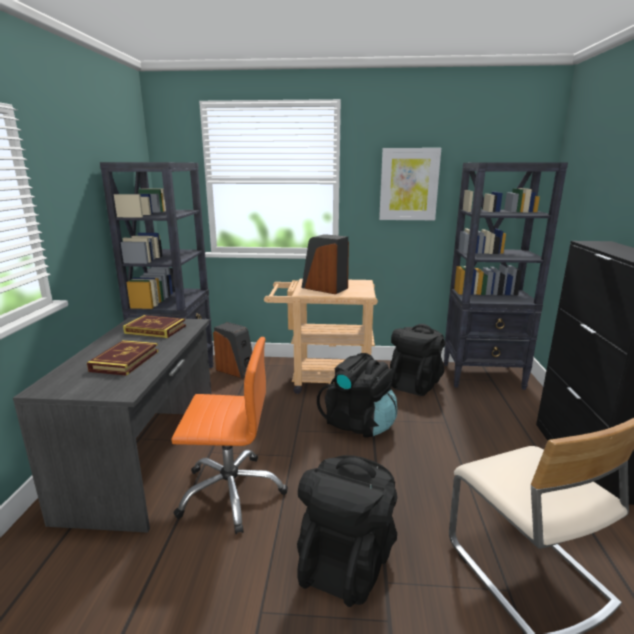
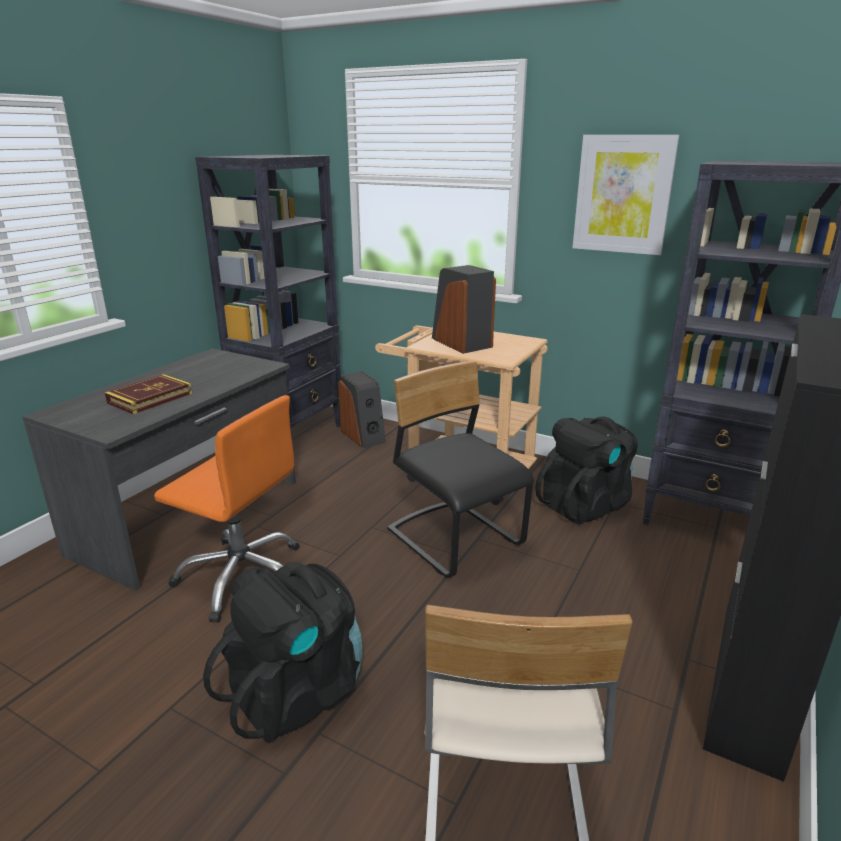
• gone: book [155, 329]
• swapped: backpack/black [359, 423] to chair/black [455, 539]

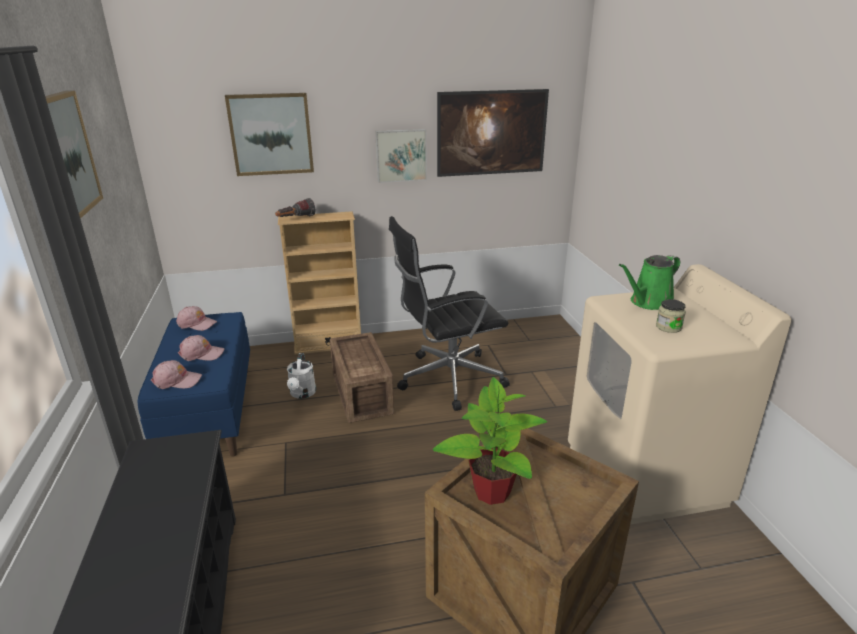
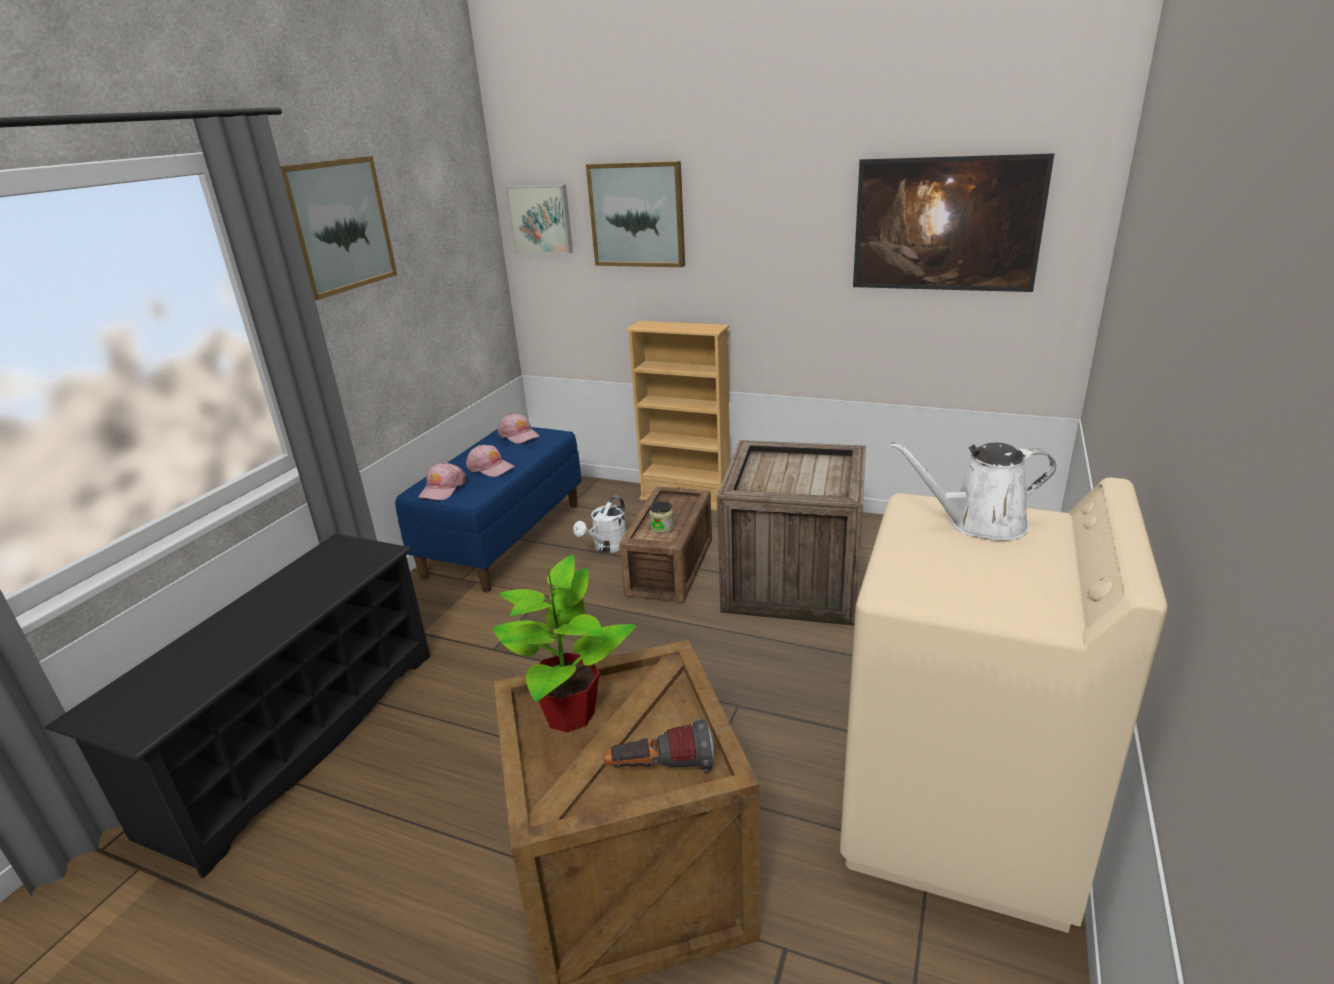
• shifted: picture [401, 155] to [541, 219]
• shifted: flashlight [295, 219] to [660, 769]
• swapped: office chair/black [447, 379] to crate [791, 580]
• repainted: watering can/green [648, 303] to watering can/white [979, 524]
• shifted: jar [668, 327] to [662, 527]
• rotated: cap/pink [176, 380] = [442, 489] 75 degrees clockwise

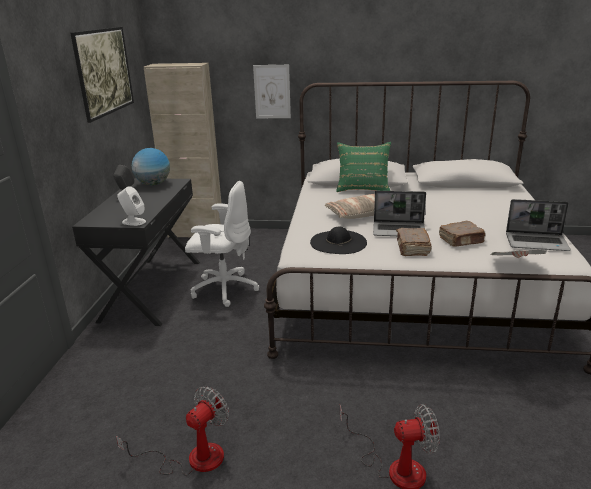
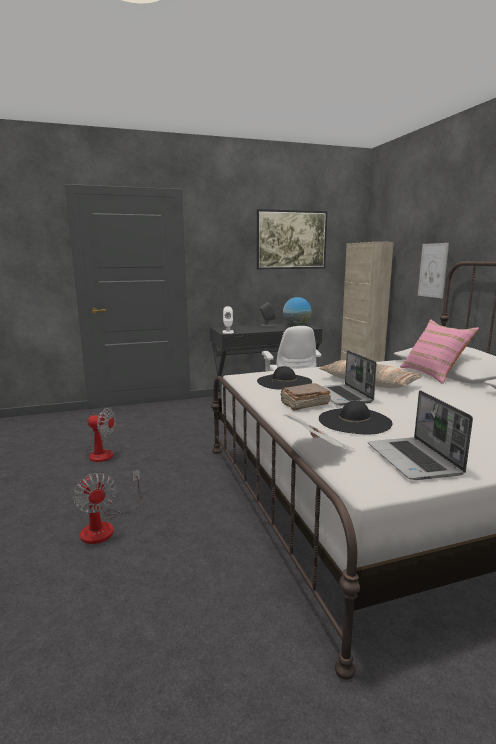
• repainted: pillow/green [363, 188] to pillow/pink [433, 374]
• swapped: book/brown [461, 241] to hat/black [354, 421]

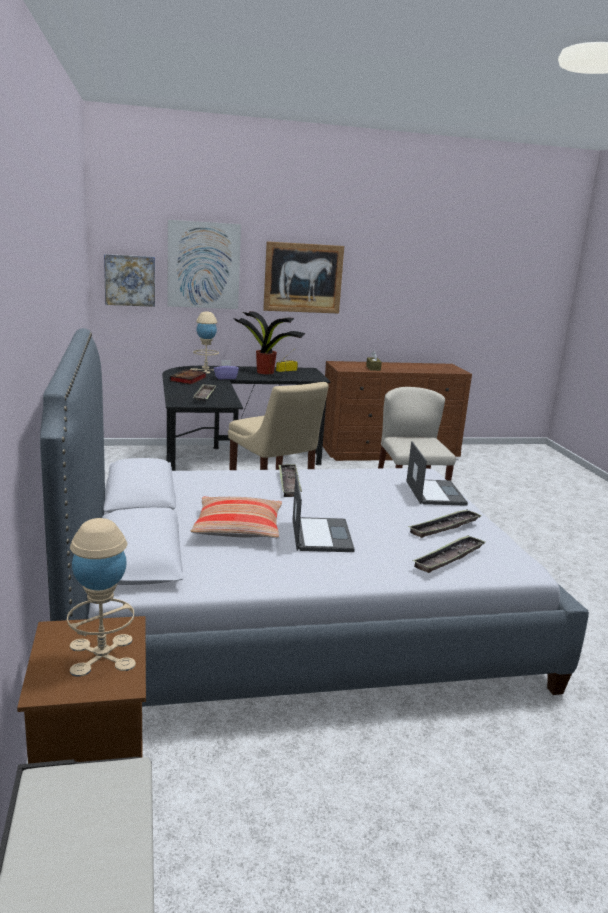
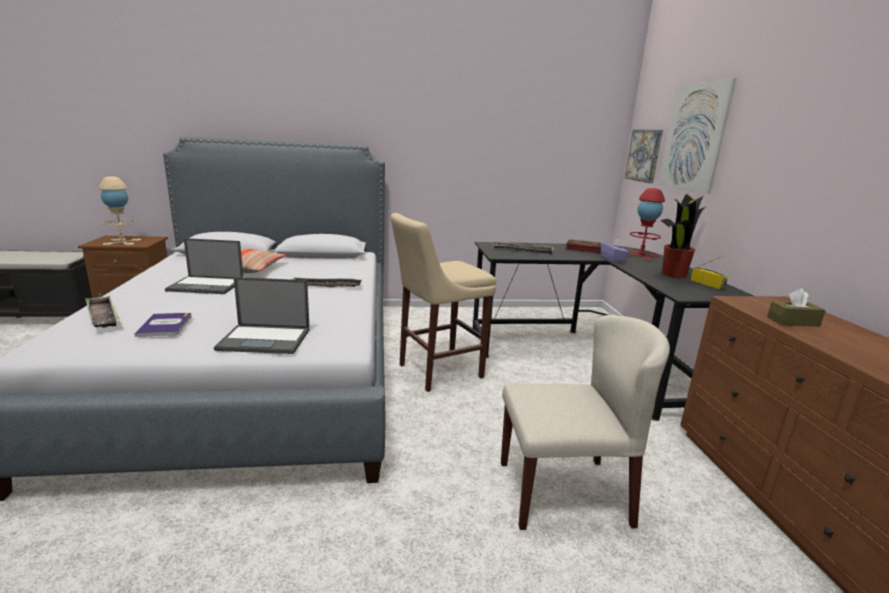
• gone: picture [303, 278]
• repainted: table lamp/beige [205, 370] to table lamp/red [641, 255]
• swapped: tray [444, 527] to book [165, 325]

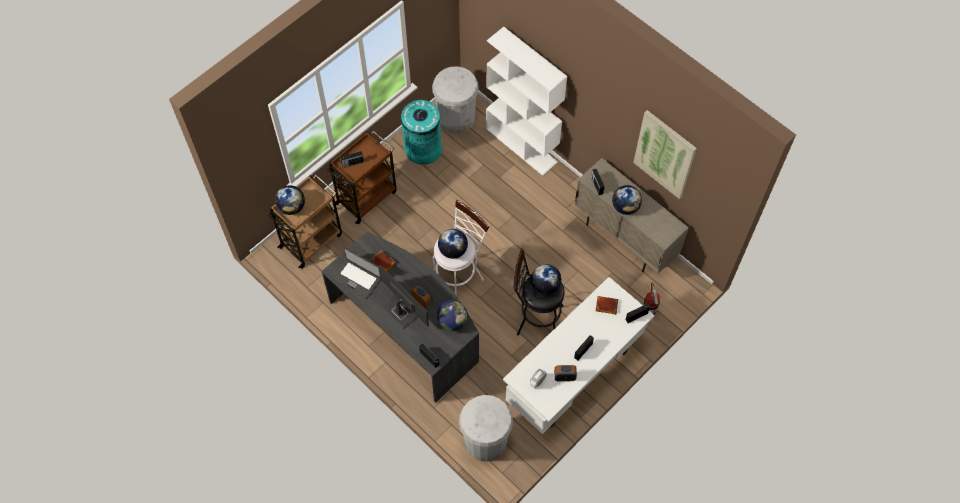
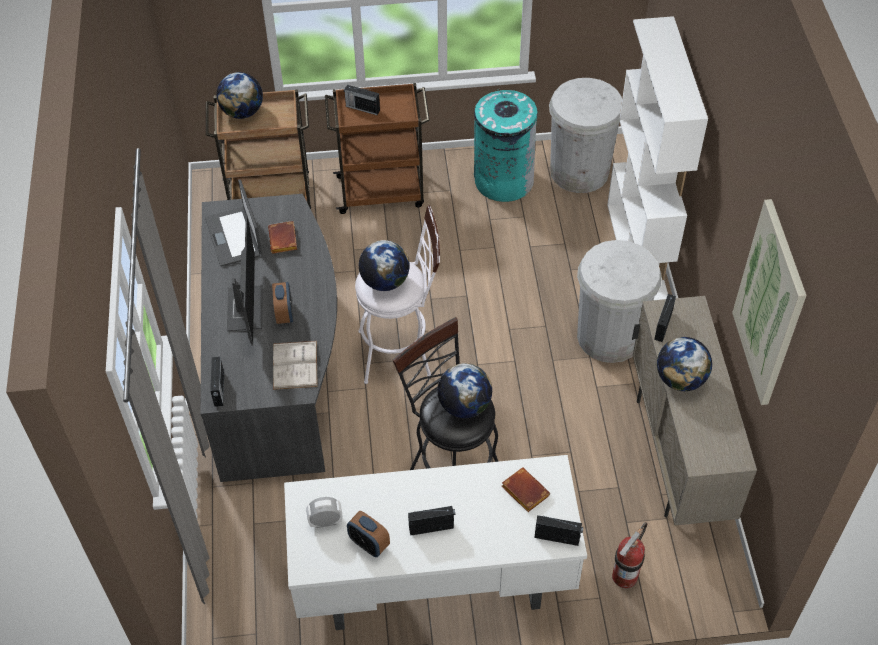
• swapped: globe [452, 321] to book/white [295, 365]
• shifted: trash can/white [485, 441] to [609, 336]

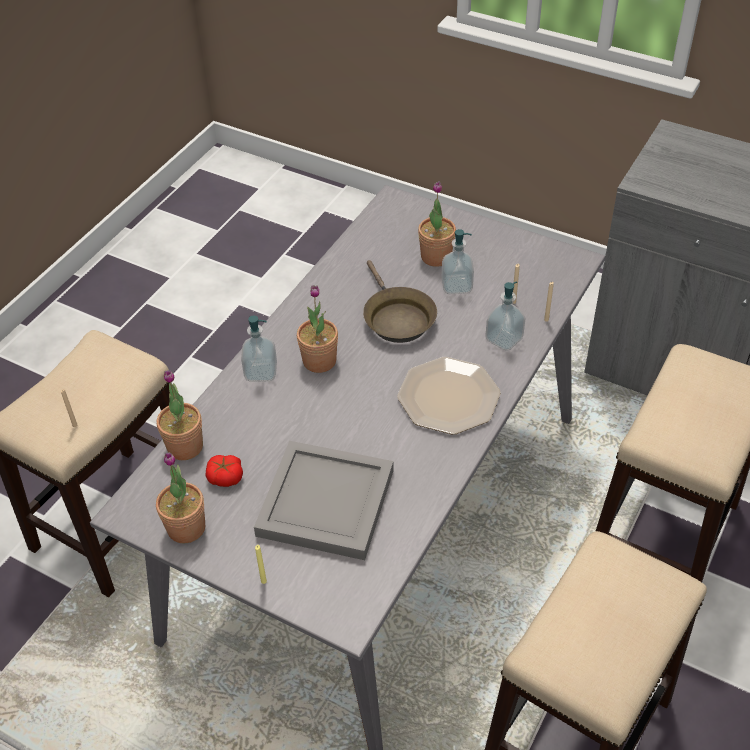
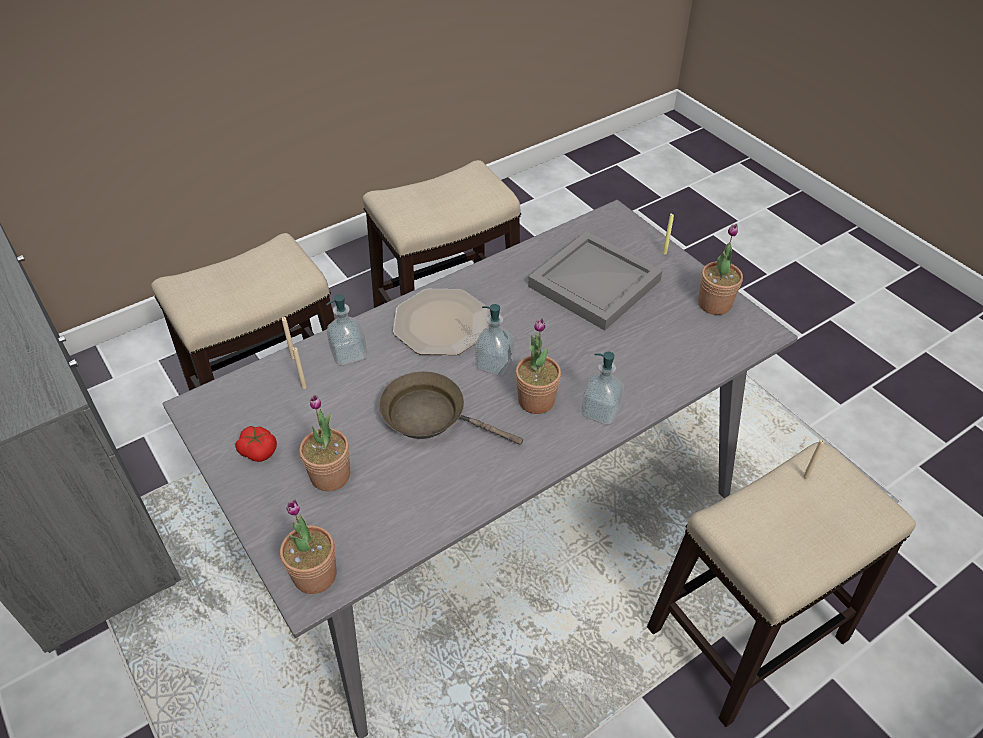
• shifted: soap dispenser [456, 286] to [494, 364]
• rotated: frying pan/brown [396, 318] = [430, 416] 75 degrees counterclockwise
• shifted: potted plant [185, 447] to [315, 575]
• shifted: tomato [225, 477] to [258, 450]

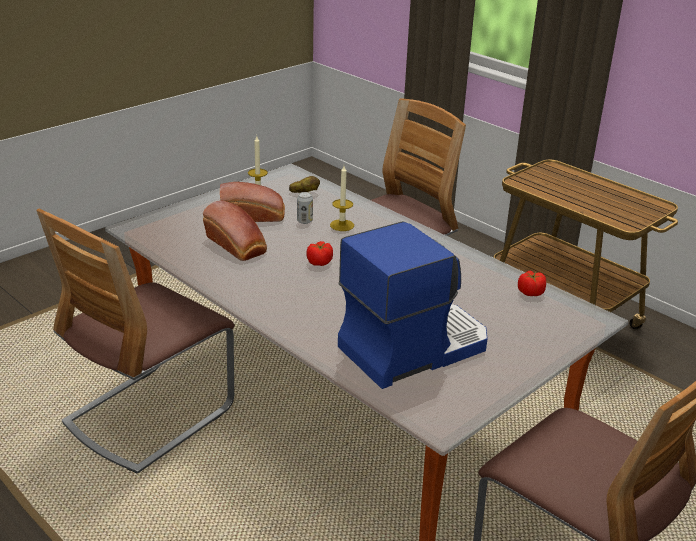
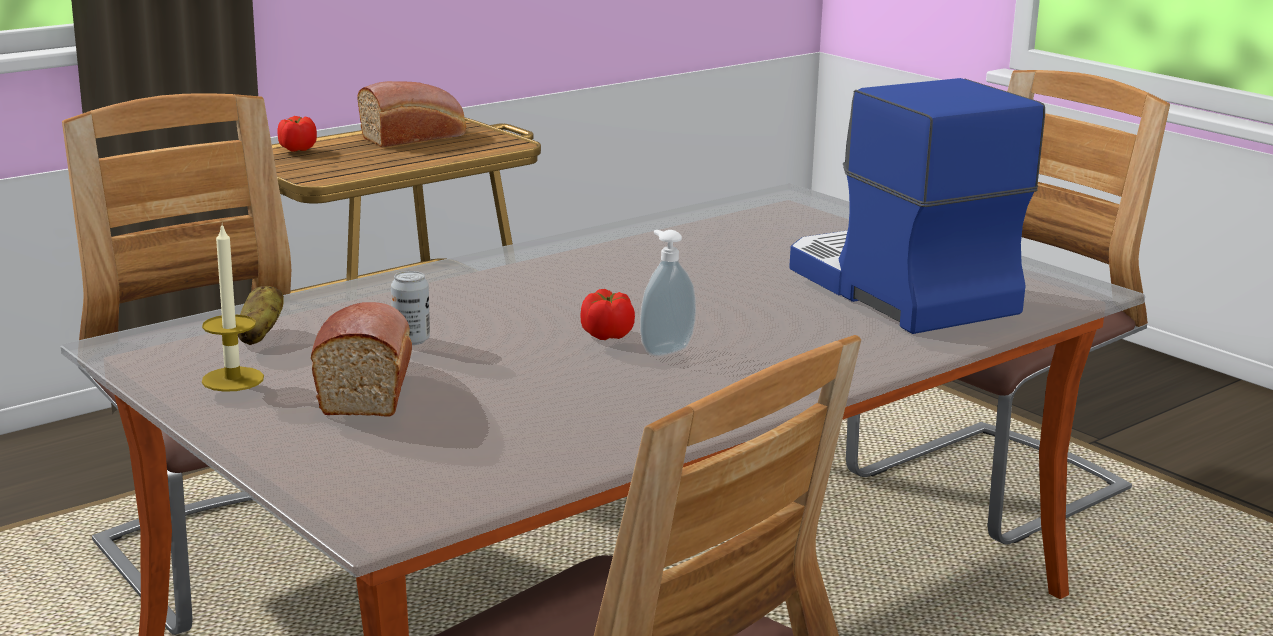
• gone: candle [342, 225]
• shifted: bread [237, 246] to [415, 137]
• shifted: tomato [530, 292] to [297, 149]
• new: soap dispenser [664, 350]

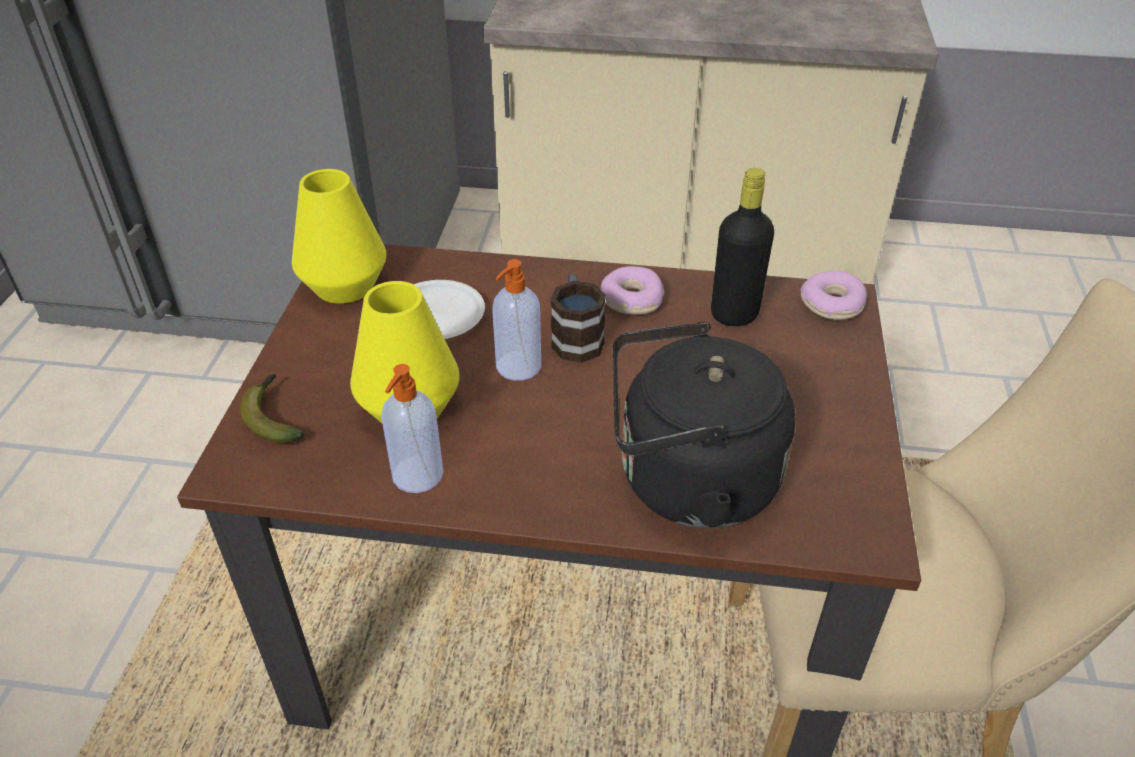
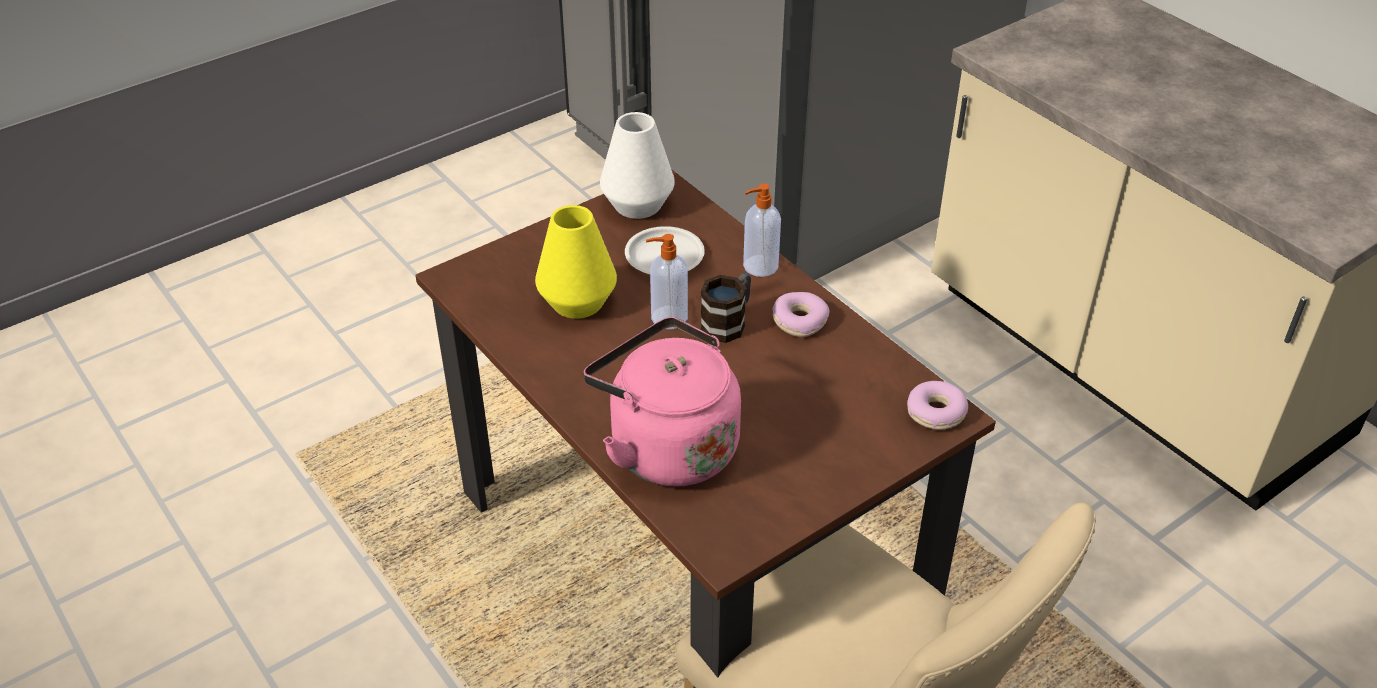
• gone: bottle/black [734, 314]
• repainted: vase/yellow [345, 286] to vase/white [638, 205]
• repainted: kettle/black [687, 482] to kettle/pink [667, 446]
• shifted: soap dispenser [416, 476] to [759, 266]
• gone: banana [273, 416]

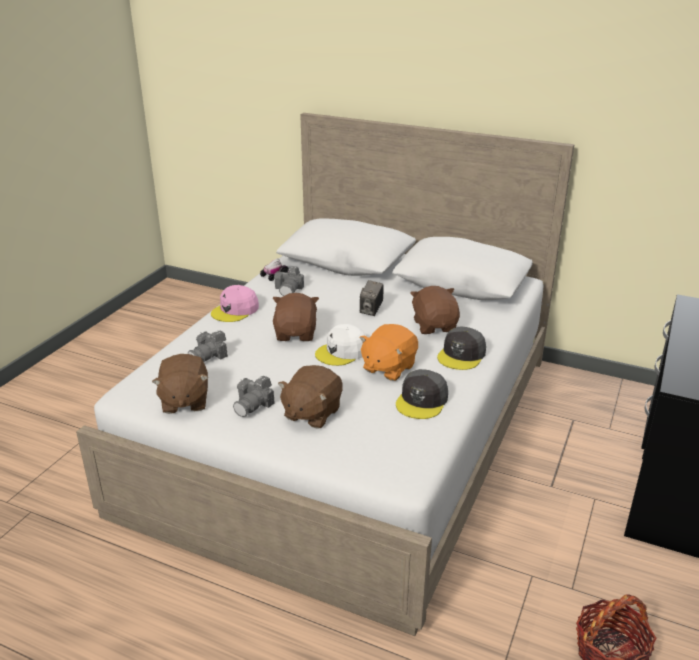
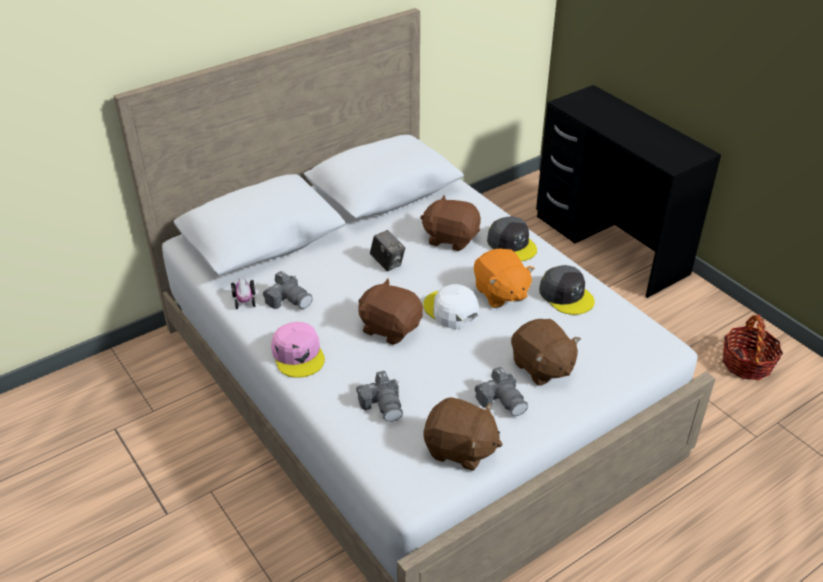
• rotated: cap/white [342, 352] = [451, 310] 150 degrees clockwise

